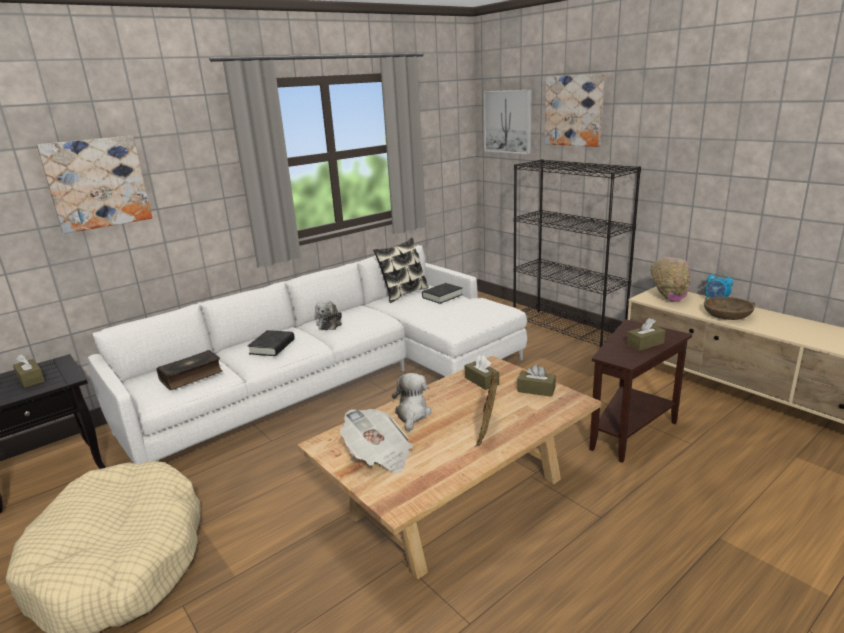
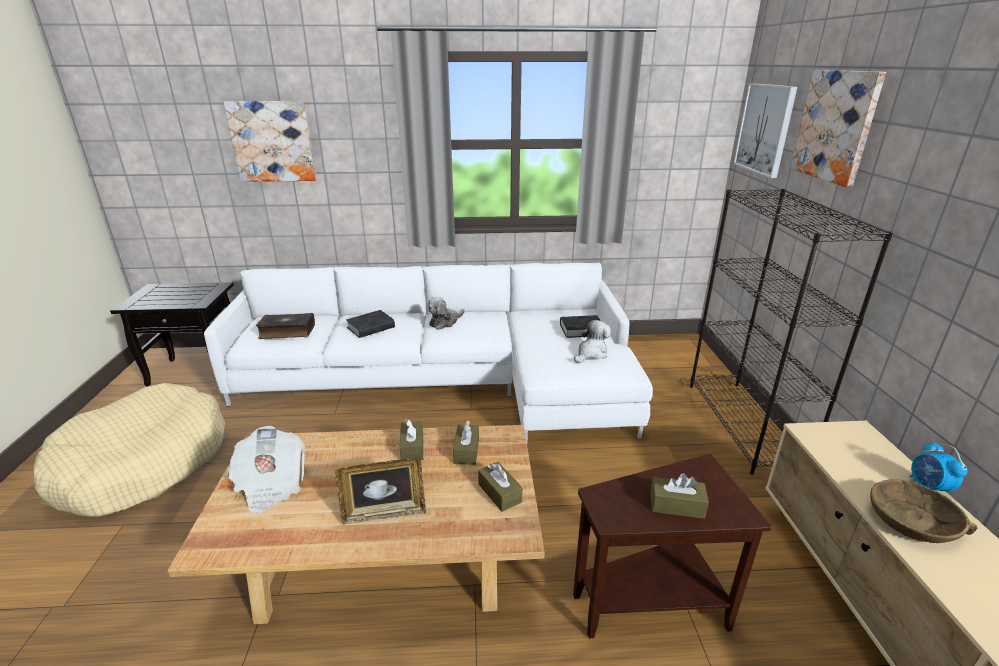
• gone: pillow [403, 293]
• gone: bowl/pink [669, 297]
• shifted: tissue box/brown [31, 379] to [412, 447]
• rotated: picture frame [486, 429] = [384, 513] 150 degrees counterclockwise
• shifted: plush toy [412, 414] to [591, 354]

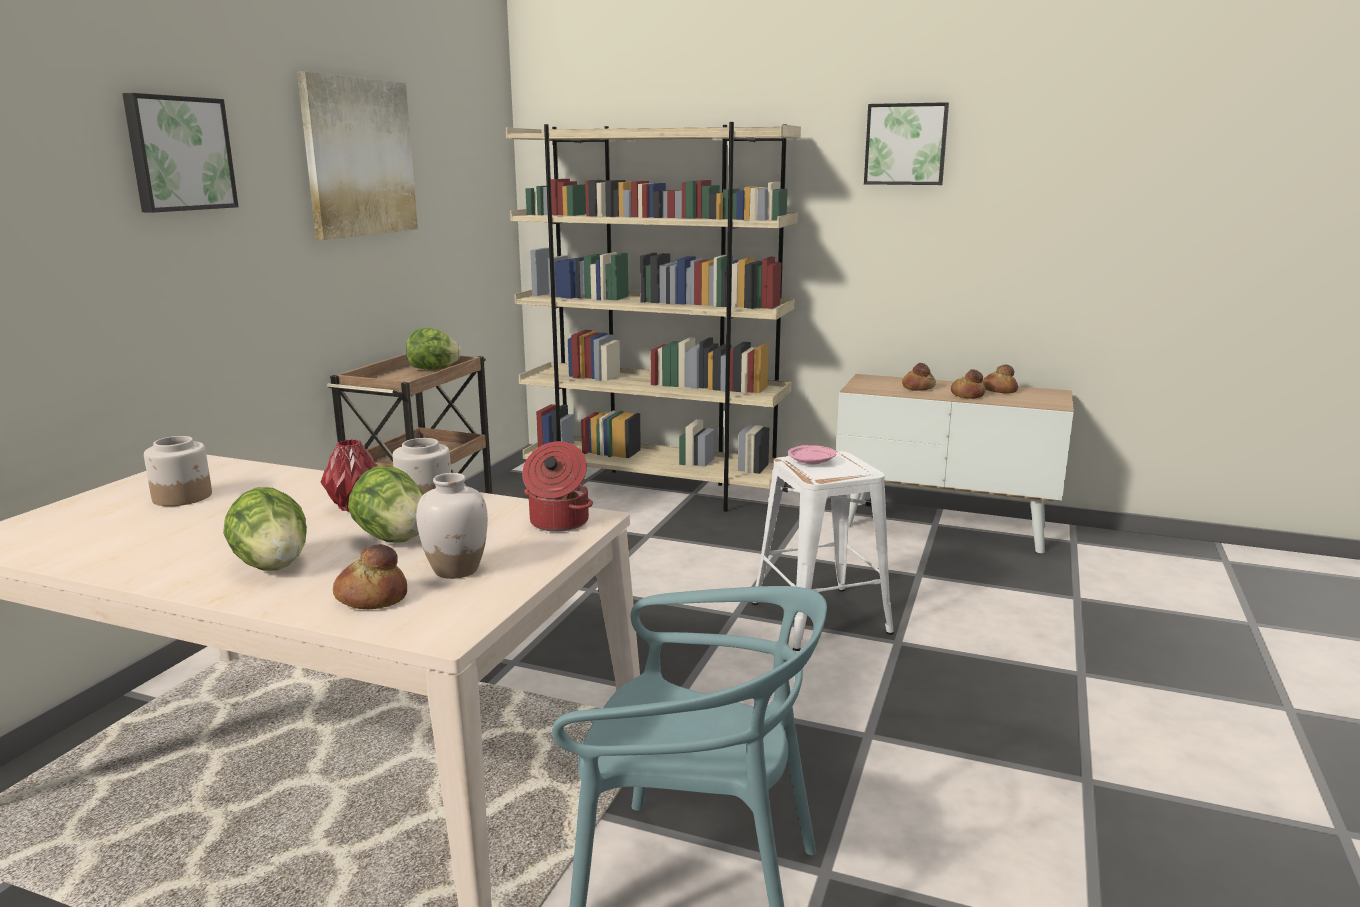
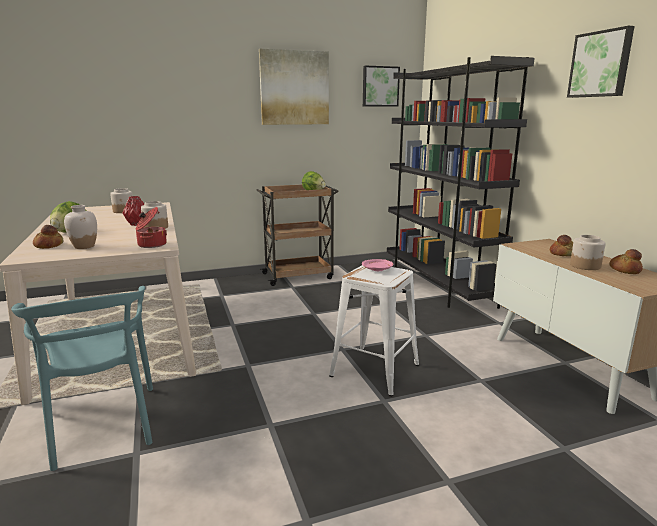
• shifted: picture [179, 153] to [380, 86]
• repainted: bookcase/beige [654, 488] to bookcase/black [437, 286]
• swapped: bread [967, 395] to jar [585, 266]
• gone: lettuce [394, 538]

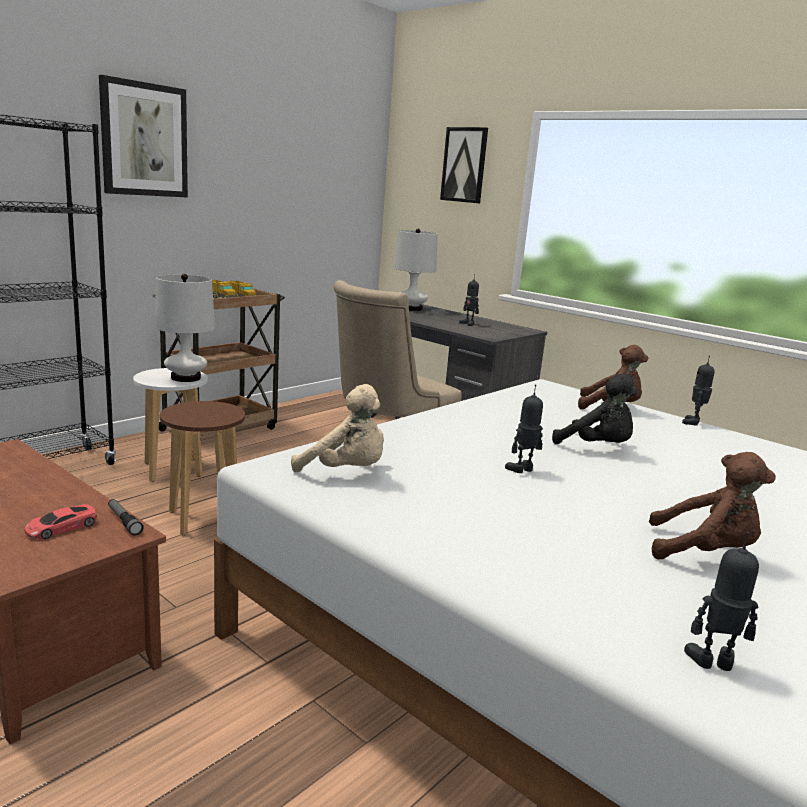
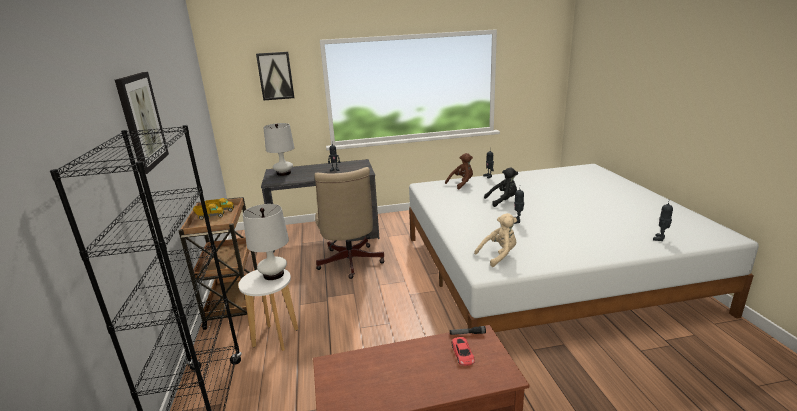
• gone: stool/brown [203, 519]
• gone: plush toy/brown [704, 552]

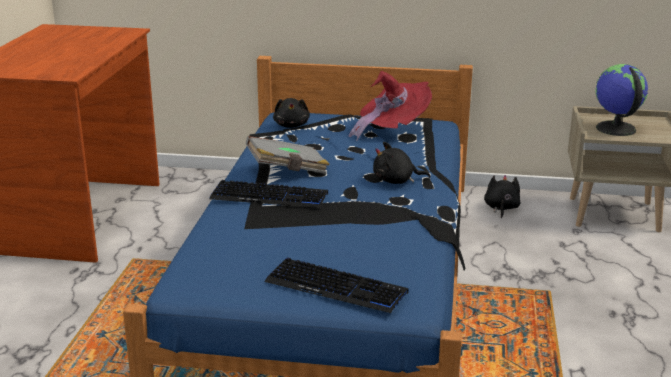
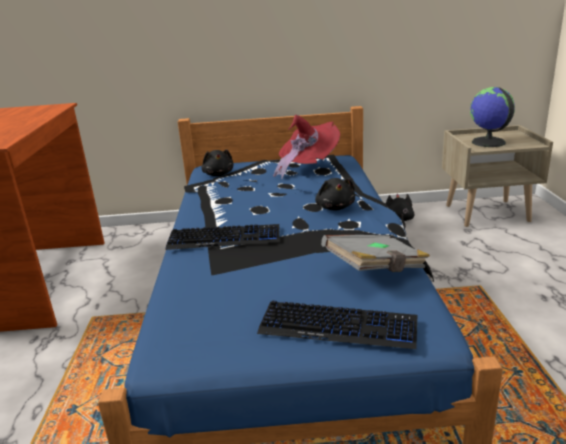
• shifted: book/grey [287, 170] to [376, 269]
• rotated: plush toy/black [396, 181] = [335, 207] 90 degrees counterclockwise

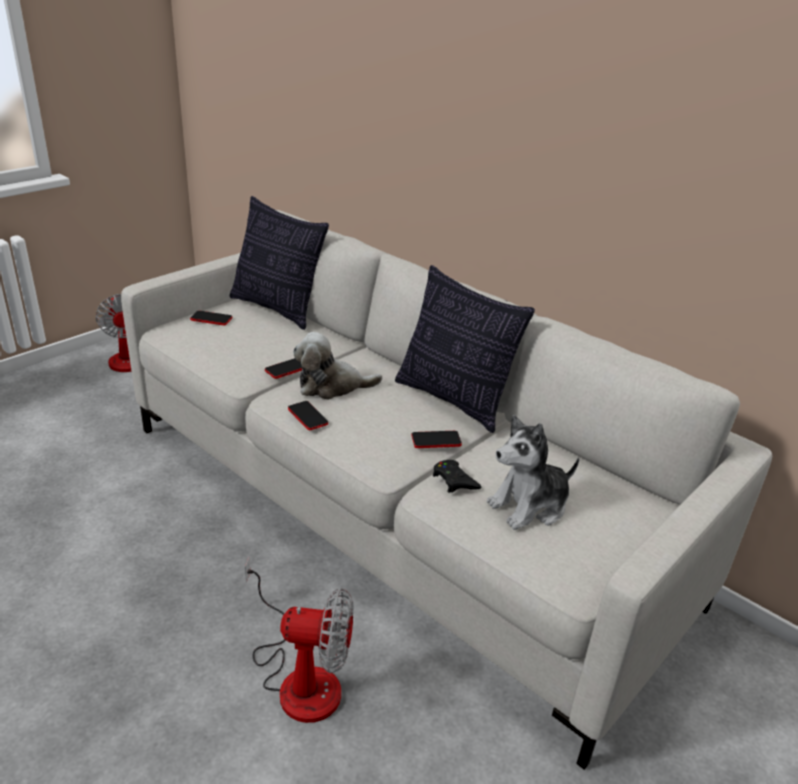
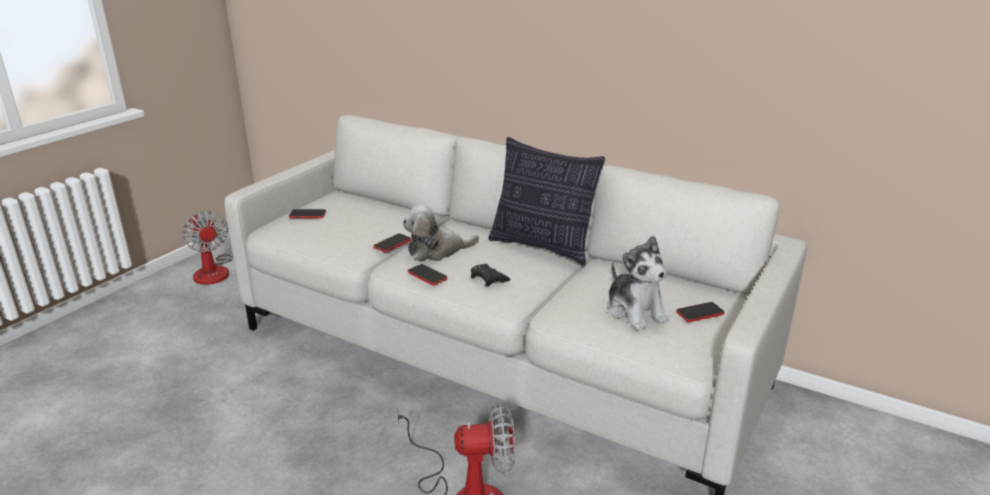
• gone: pillow [277, 309]
• rotated: plush toy [529, 506] = [635, 311] 75 degrees counterclockwise
• shifted: phone [436, 440] to [700, 313]
• shifted: game controller/black [454, 480] to [488, 278]

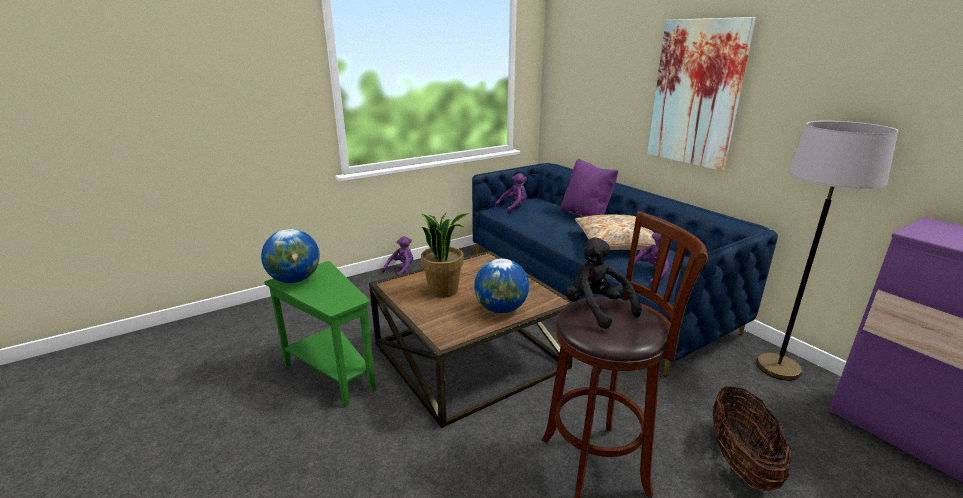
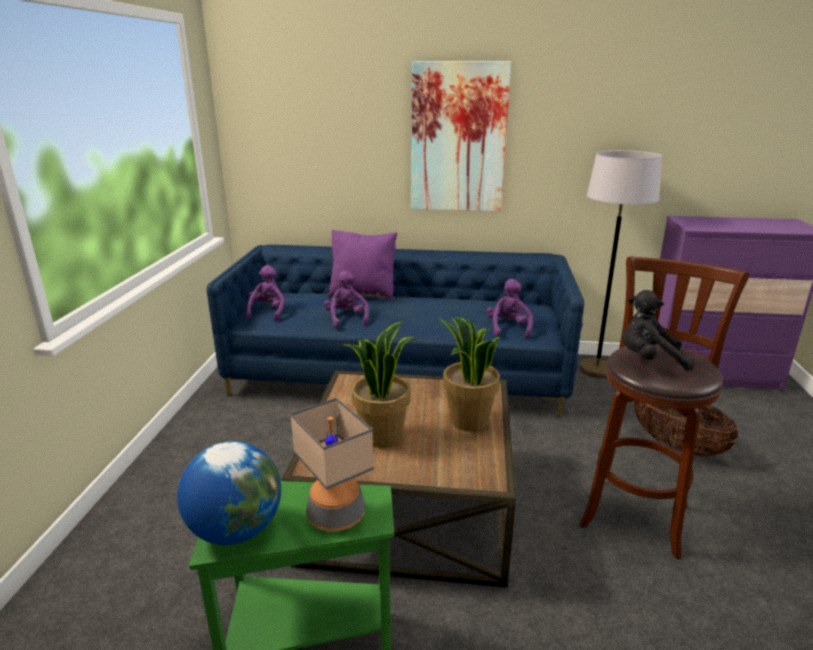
• gone: pillow/beige [617, 242]
• shifted: plush toy/purple [401, 270] to [347, 319]
• swapped: globe [501, 309] to potted plant [468, 421]
• new: table lamp [336, 514]

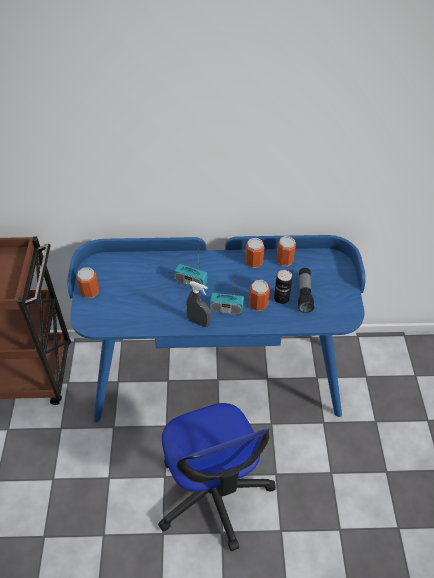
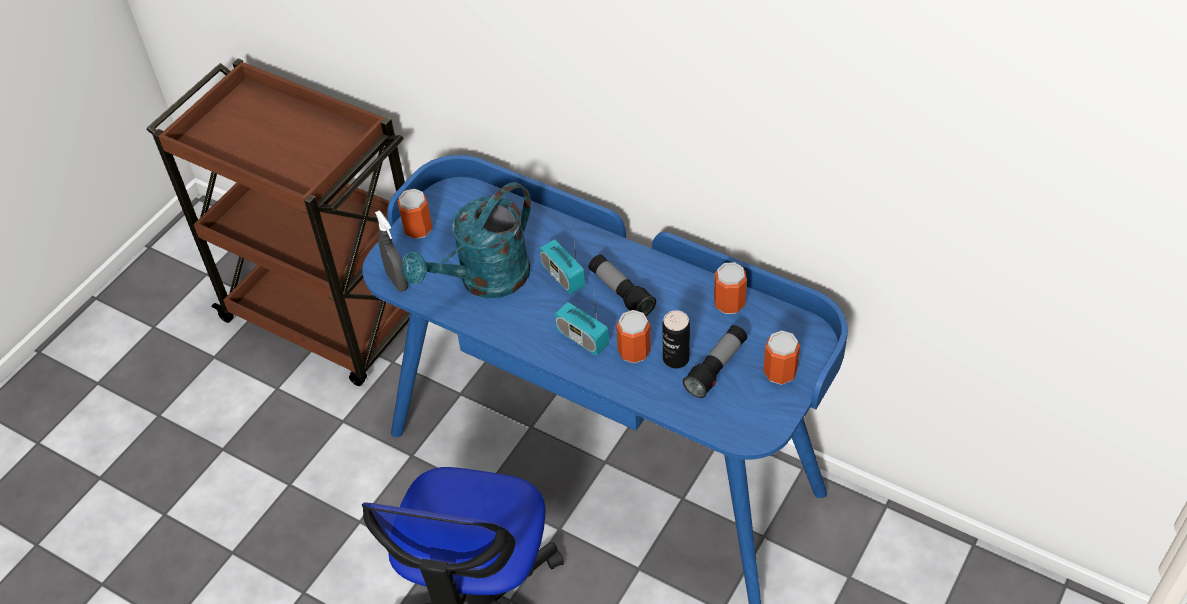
• shifted: can [254, 262] to [780, 372]
• shifted: spray bottle/grey [199, 322] to [397, 281]
• new: watering can/turquoise [484, 281]
• new: flashlight [621, 293]

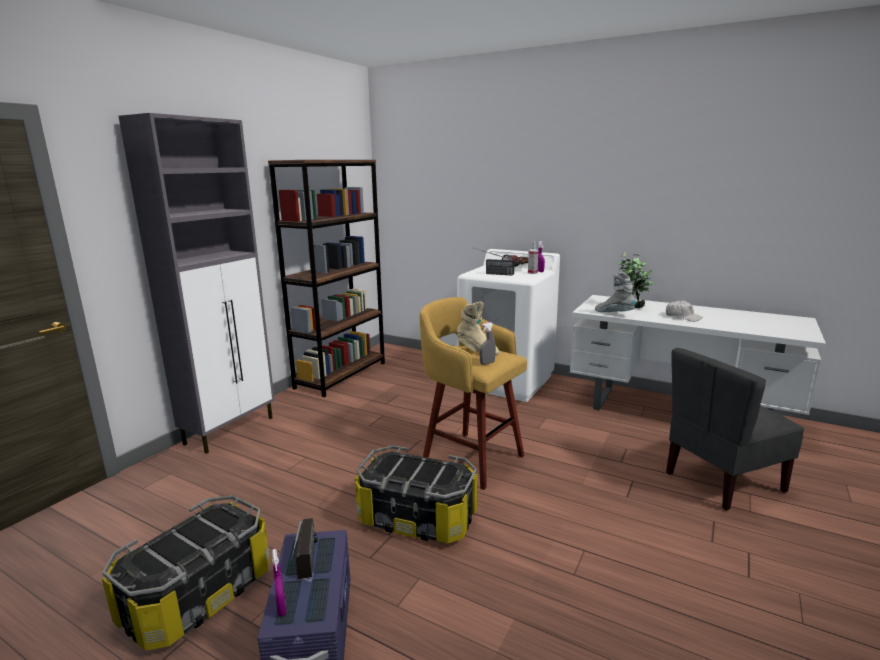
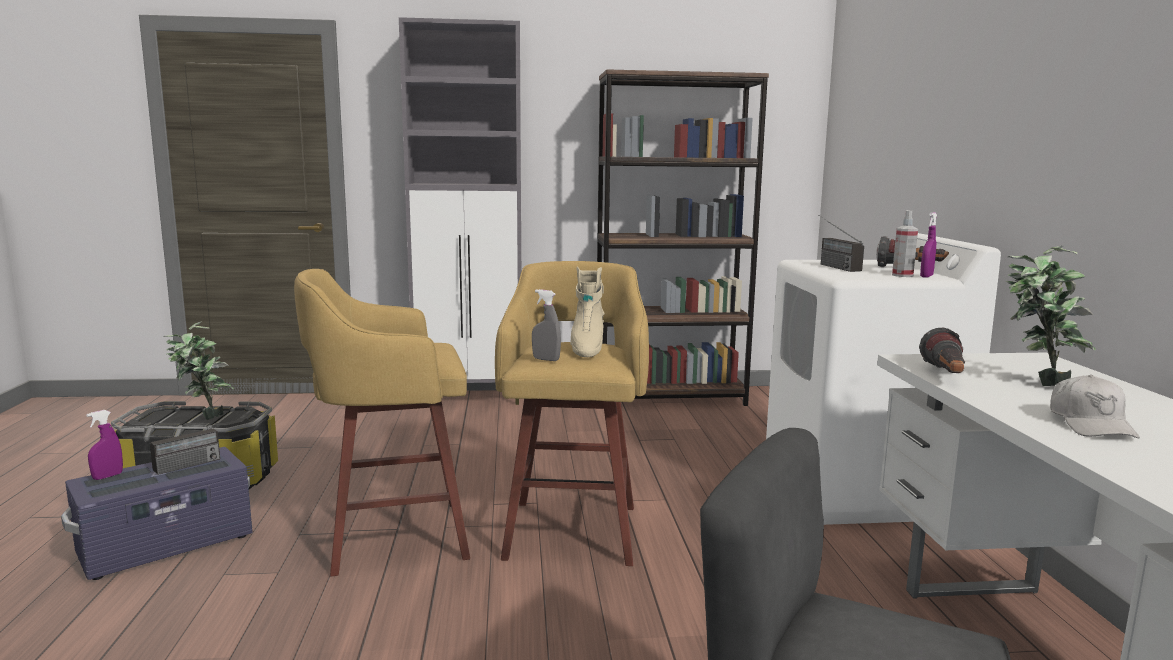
• swapped: boot/grey [614, 314] to flashlight [945, 376]
• swapped: storage box [417, 519] to stool/yellow [392, 537]
• new: potted plant [203, 417]

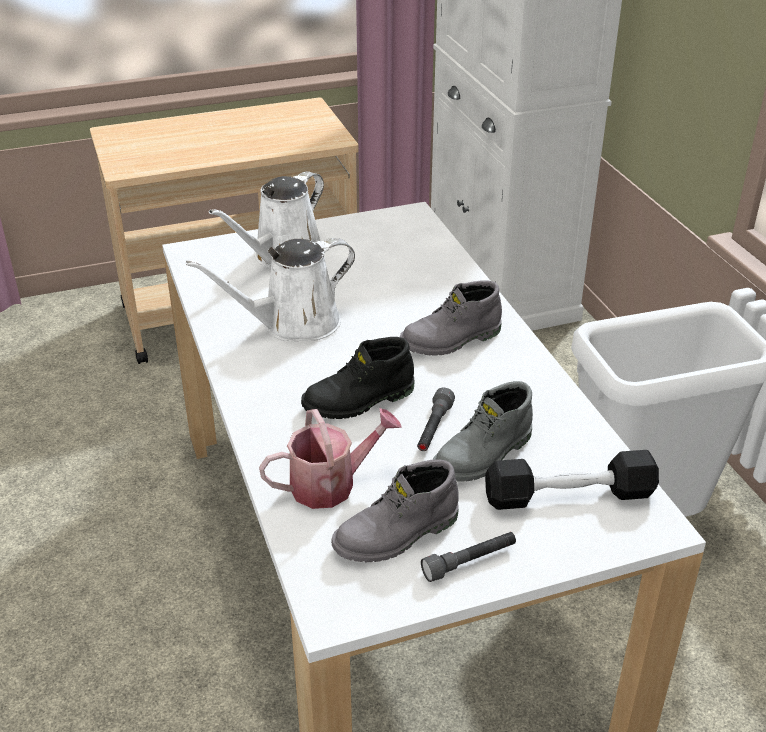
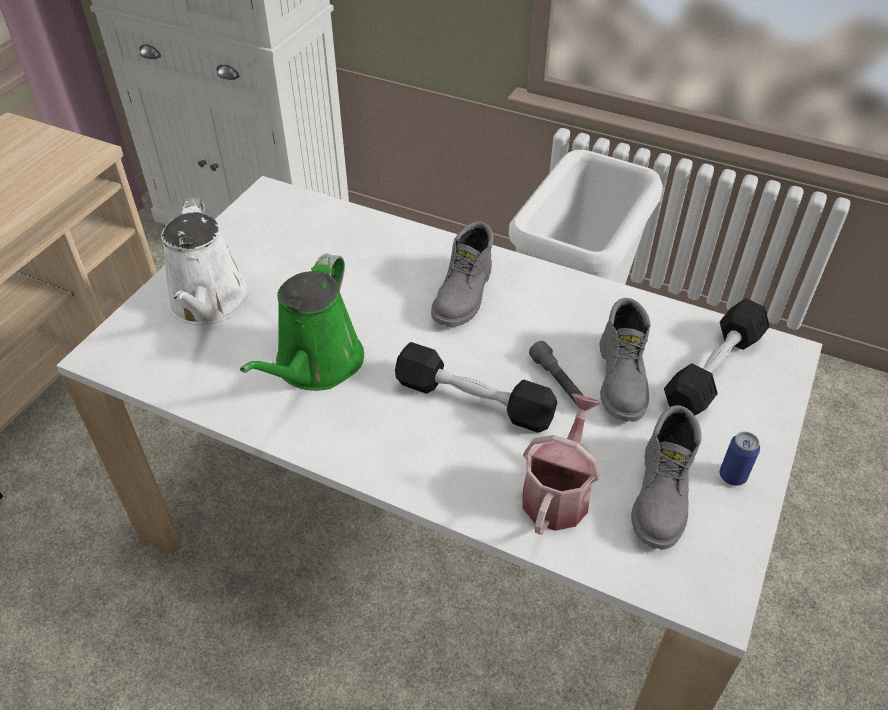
• repainted: watering can/white [293, 324] to watering can/green [315, 366]
• swapped: boot/black [359, 401] to dumbbell/black [473, 400]
• swapped: flashlight/grey [469, 562] to can [732, 476]

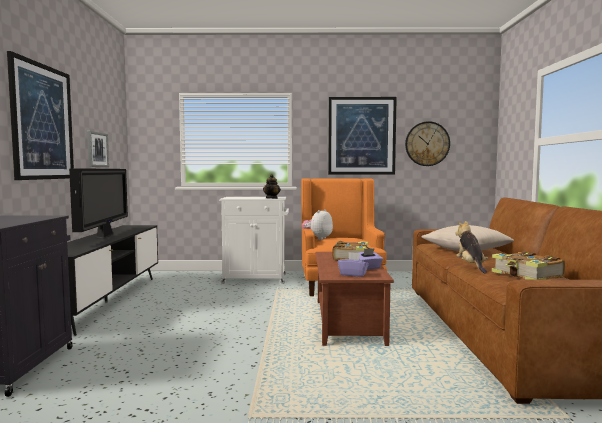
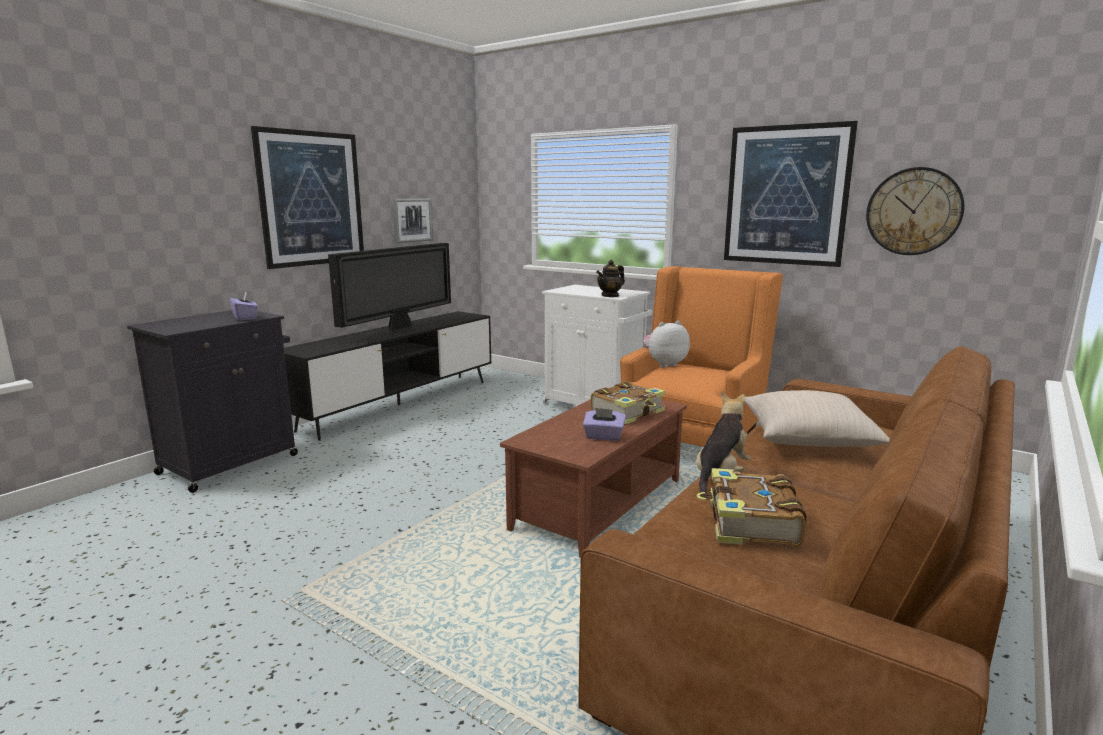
• shifted: tissue box/purple [353, 274] to [245, 318]

